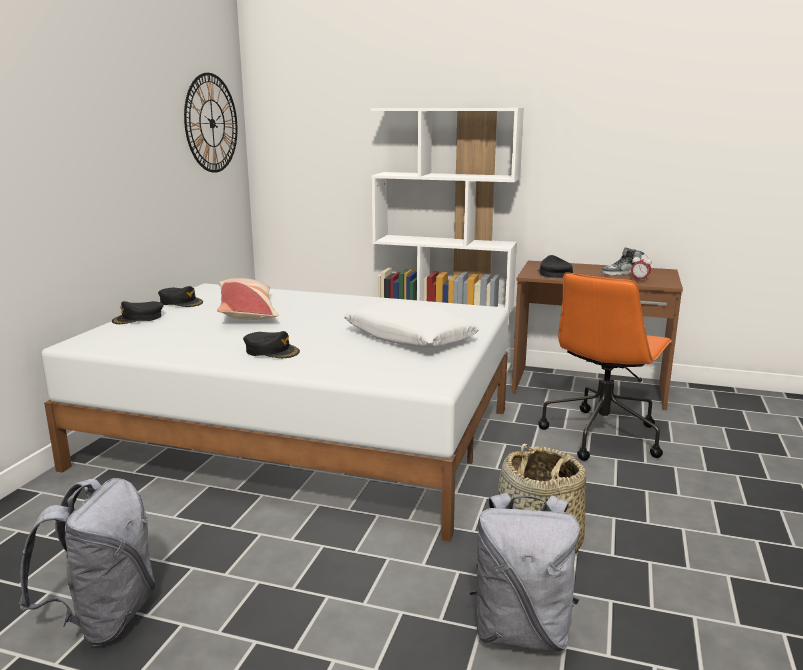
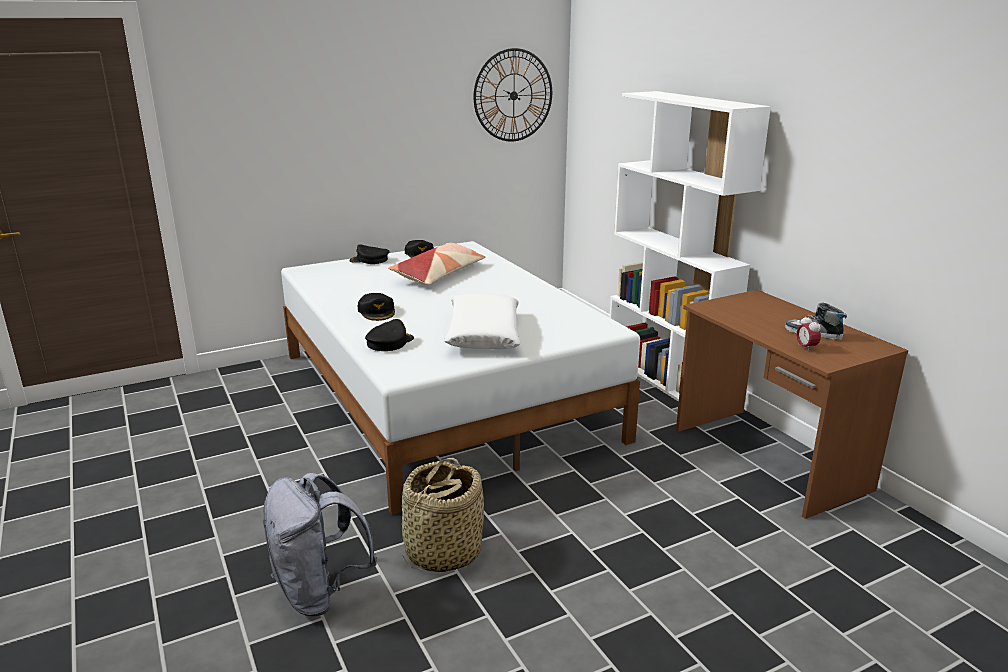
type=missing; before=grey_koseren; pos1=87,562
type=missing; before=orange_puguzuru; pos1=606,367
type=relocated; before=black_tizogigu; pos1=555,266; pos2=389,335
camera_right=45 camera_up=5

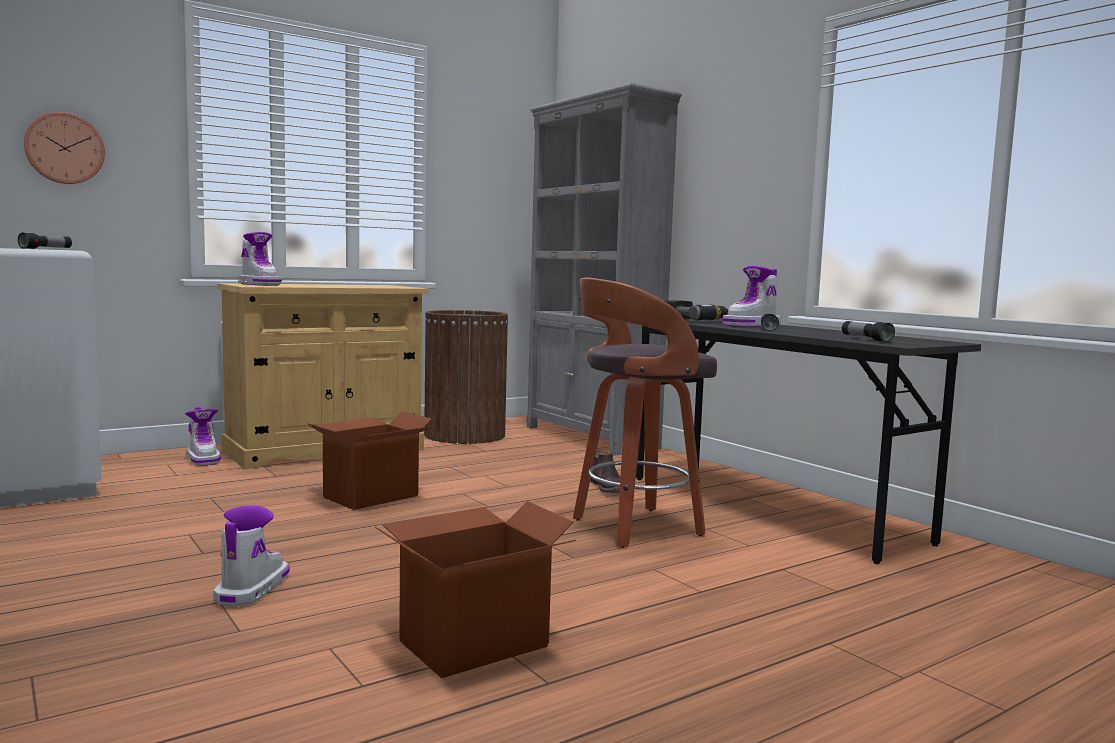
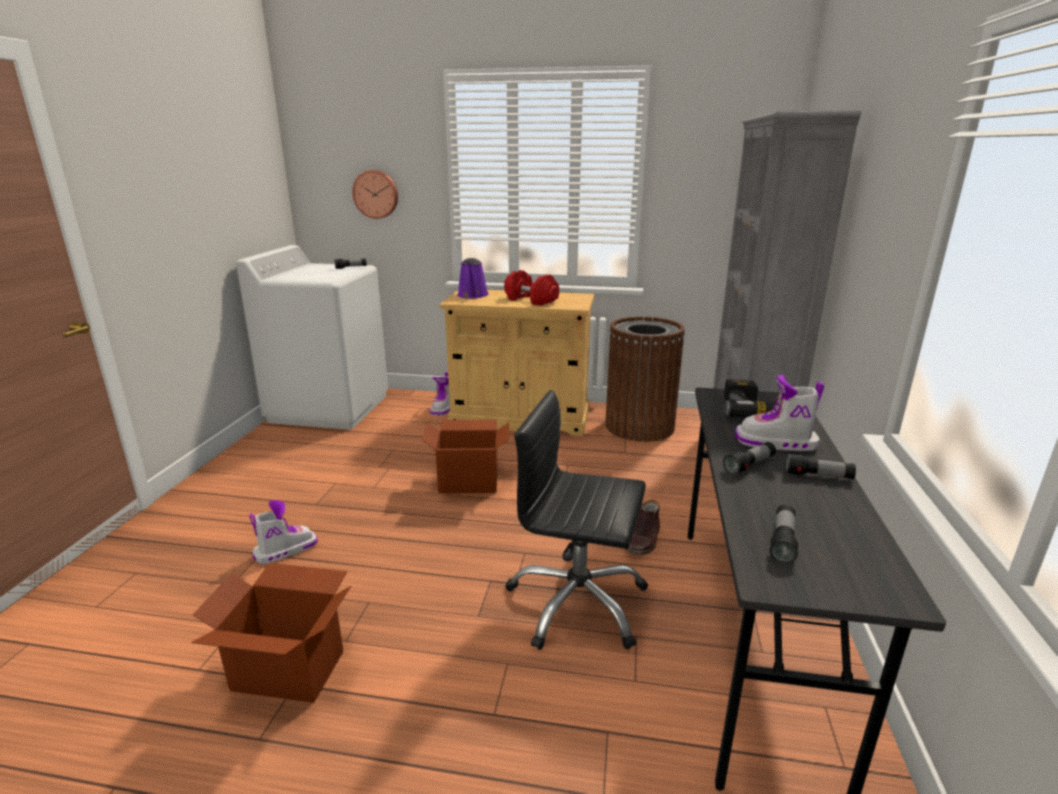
type=appeared; after=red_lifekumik; pos2=531,288
type=appeared; after=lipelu; pos2=820,466
type=exchanged; before=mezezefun; after=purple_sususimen; pos1=260,259; pos2=473,278
type=exchanged; before=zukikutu; after=black_puguzuru; pos1=645,413; pos2=576,520
camera_right=45 camera_up=15

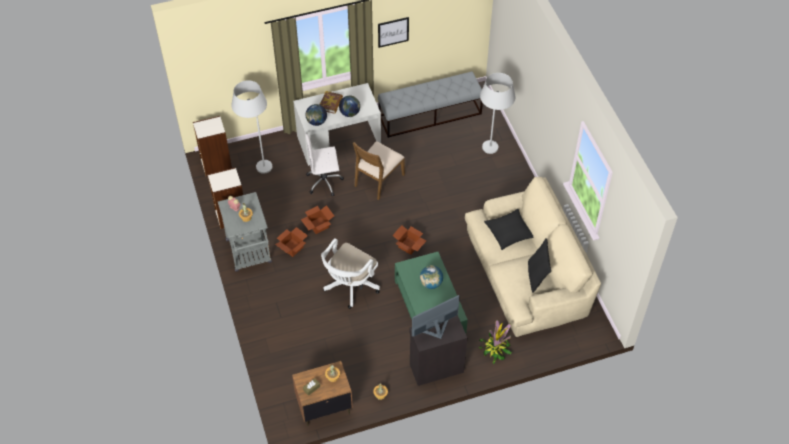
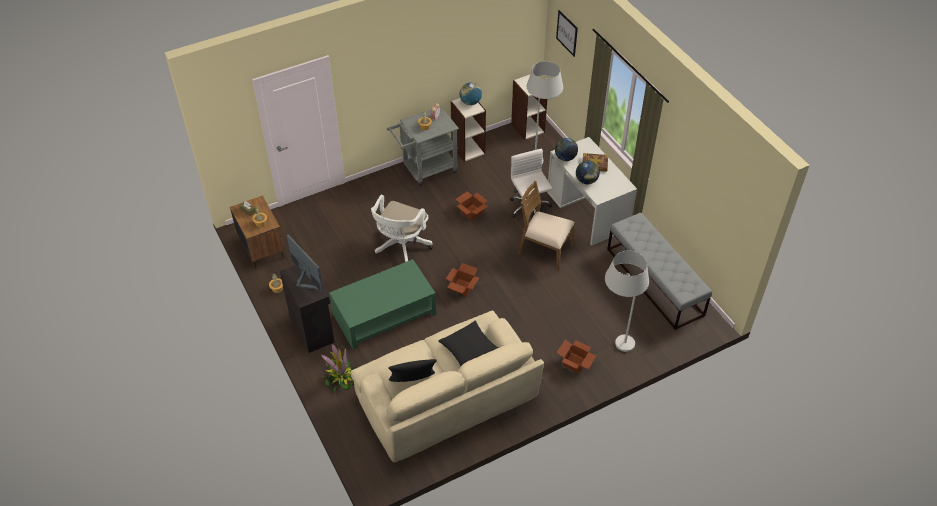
type=relocated; before=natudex; pos1=291,242; pos2=576,356
type=relocated; before=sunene; pos1=393,32; pos2=567,33
type=relocated; before=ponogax; pos1=431,277; pos2=471,94
type=spun; before=white_puguzuru; pos1=350,273; pos2=401,228; turn=-90
camera_right=80 camera_up=-5

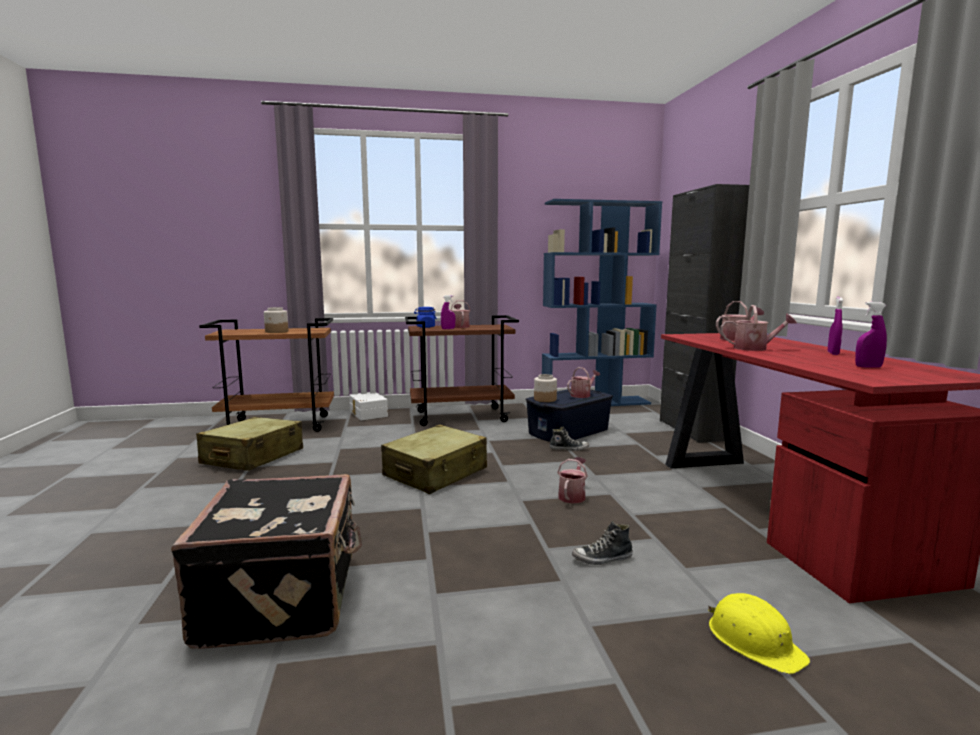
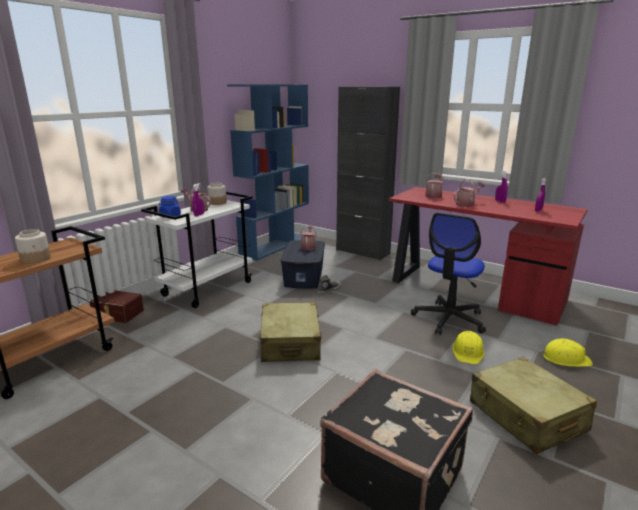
type=missing; before=sususimen; pos1=572,480
type=appeared; after=puguzuru; pos2=448,274
type=relocated; before=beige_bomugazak; pos1=249,444; pos2=533,405
type=relocated; before=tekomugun; pos1=545,388; pos2=217,194
type=exchanged; before=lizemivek; after=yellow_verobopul; pos1=602,543; pos2=468,347
type=colour; before=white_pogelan; after=brown_pogelan; pos1=368,406; pos2=116,306
type=colour; before=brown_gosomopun; after=white_gosomopun; pos1=462,370; pos2=197,250
camera_right=-45 camera_up=10

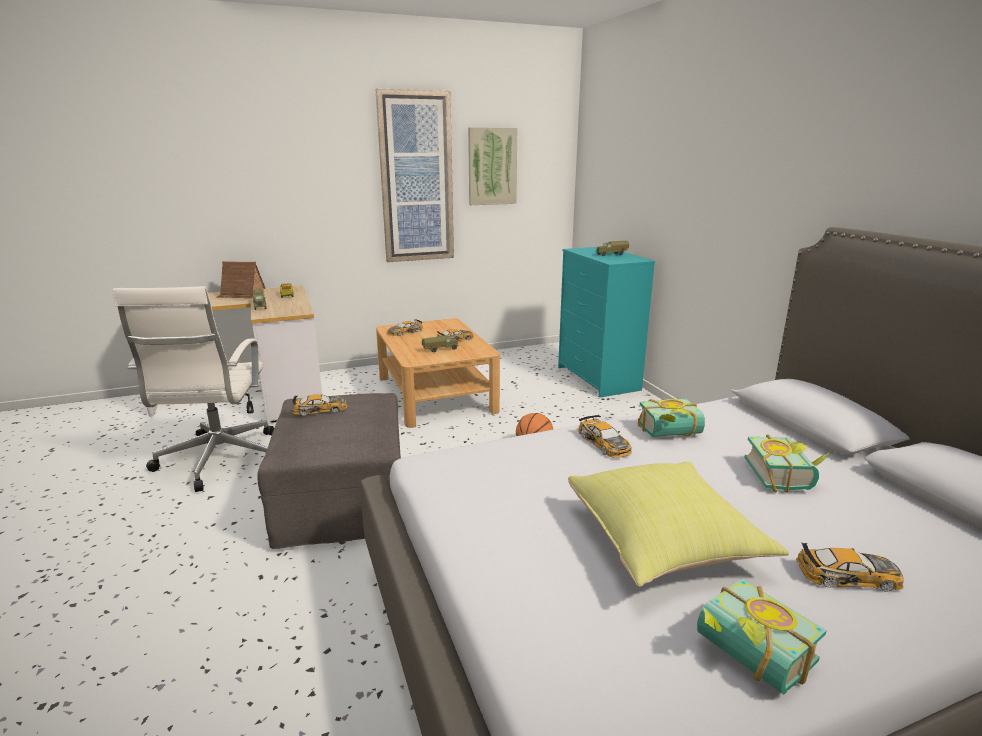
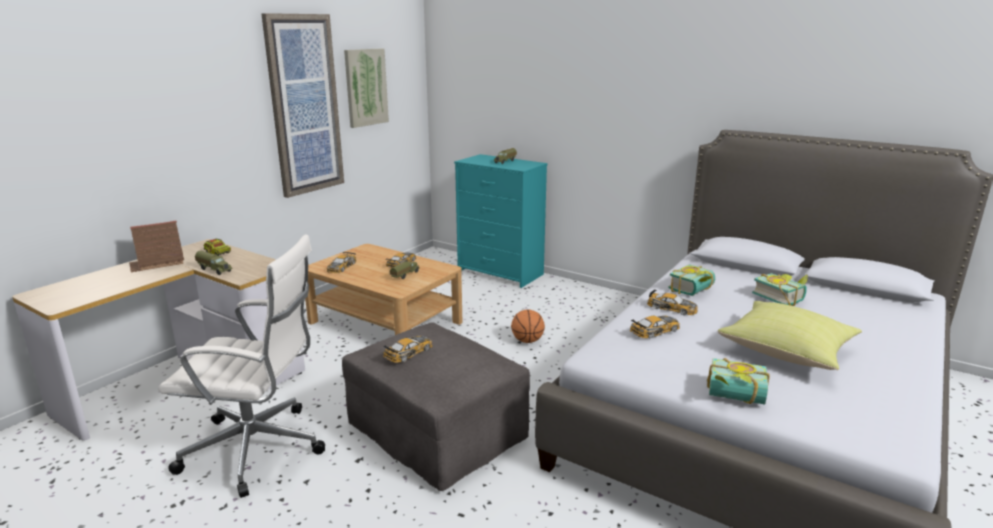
type=relocated; before=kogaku; pos1=761,636; pos2=738,381
type=relocated; before=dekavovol; pos1=850,567; pos2=655,327
type=spun; before=white_puguzuru; pos1=193,389; pos2=241,366; turn=-45
camera_right=-35 camera_up=0

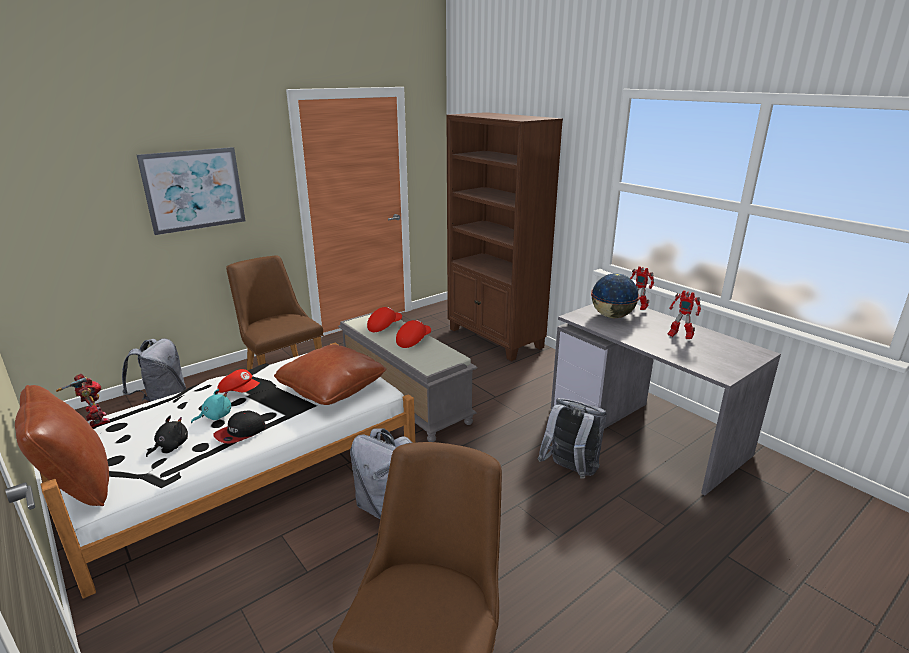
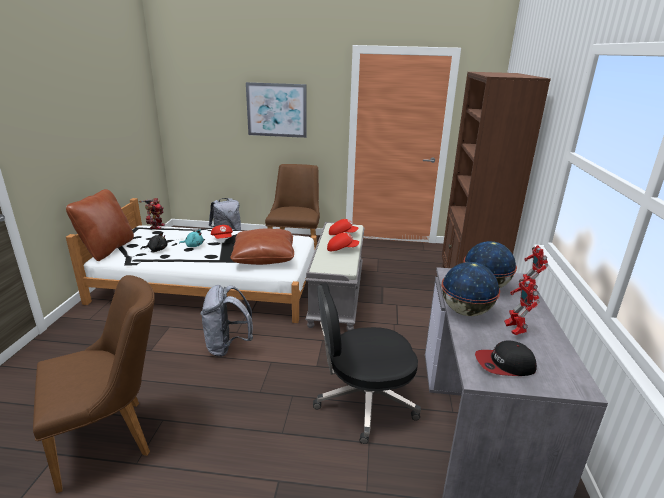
type=appeared; after=ponogax; pos2=470,289
type=relocated; before=tizogigu; pos1=239,427; pos2=506,358
type=exchanged; before=grey_koseren; after=black_puguzuru; pos1=572,438; pos2=367,363
camera_right=45 camera_up=0

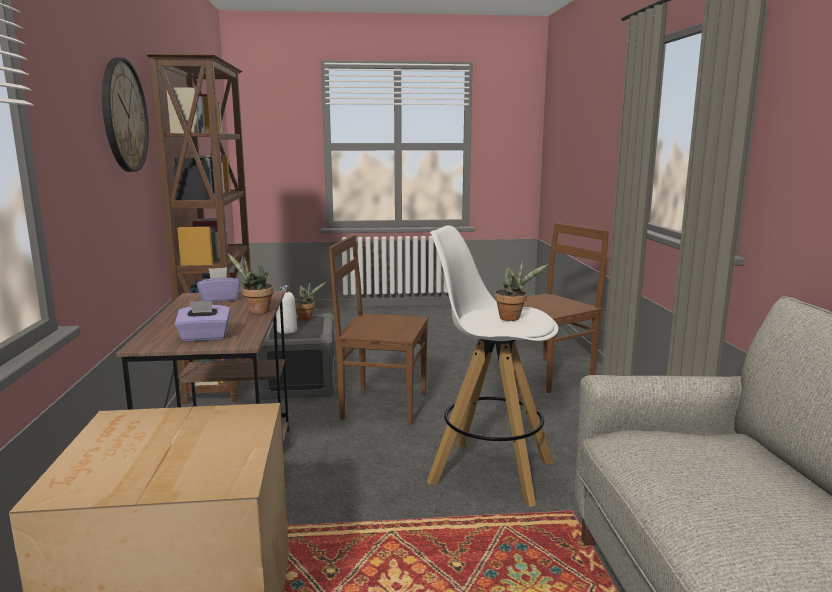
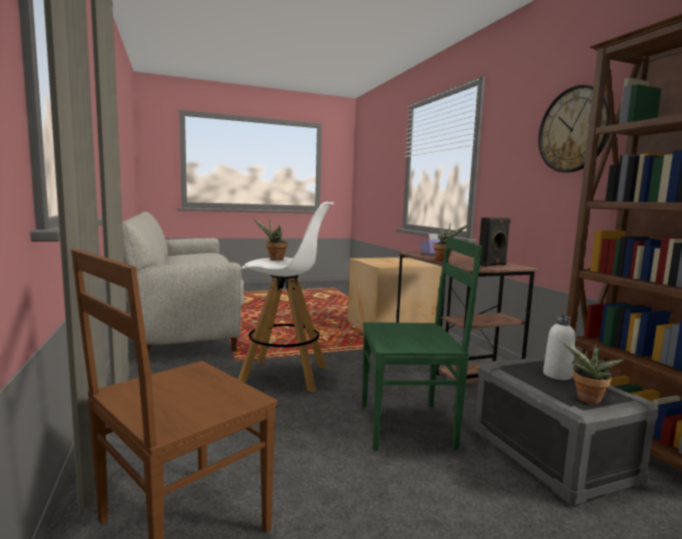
type=exchanged; before=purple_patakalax; after=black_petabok; pos1=218,284; pos2=495,242
type=colour; before=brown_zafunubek; after=green_zafunubek; pos1=378,330; pos2=422,344
camera_right=165 camera_up=-5

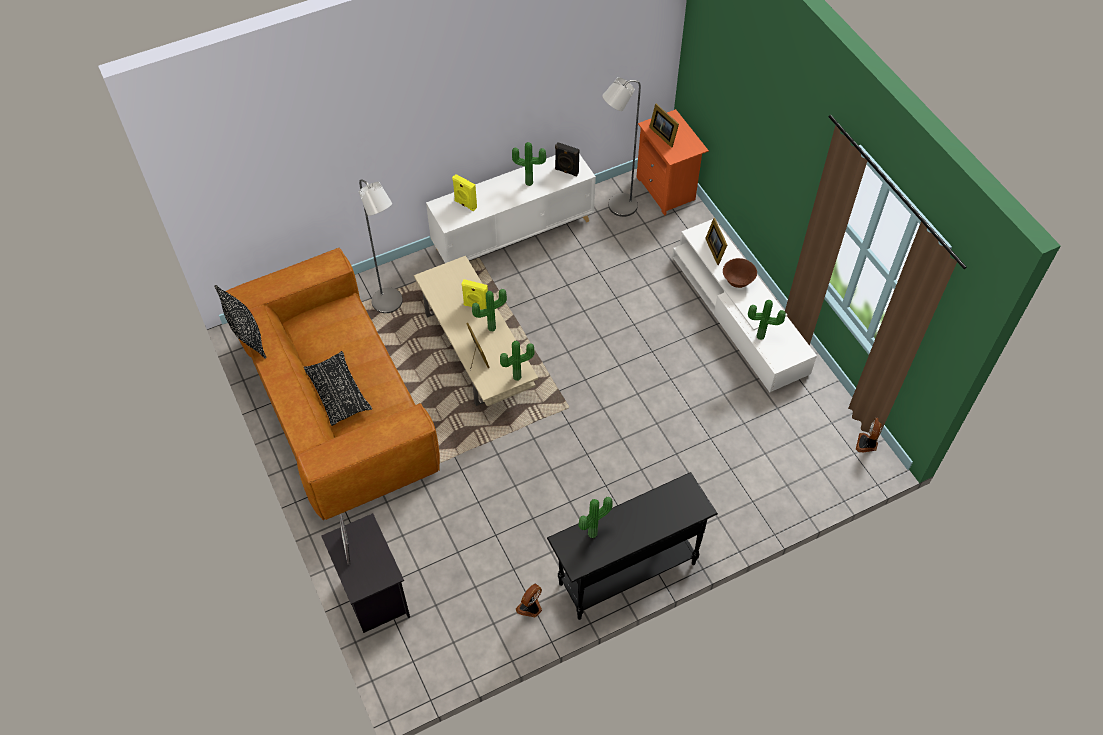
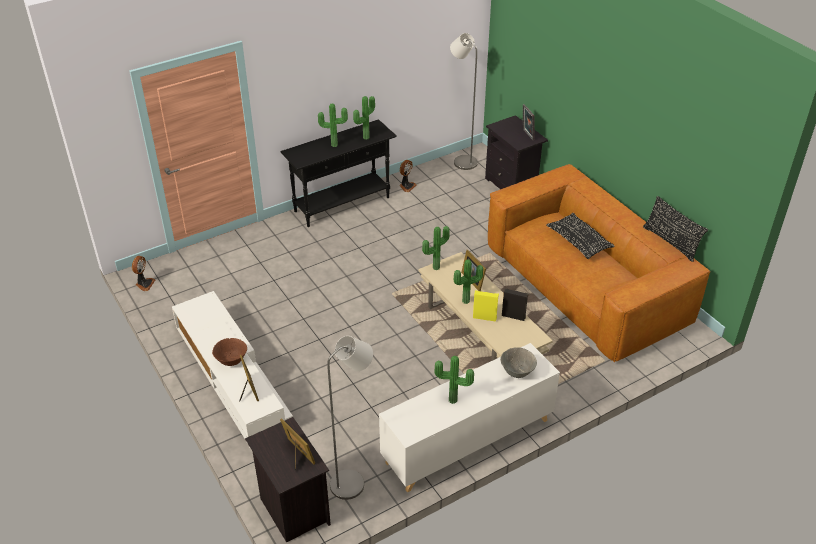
type=relocated; before=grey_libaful; pos1=381,246; pos2=464,101
type=relocated; before=black_petabok; pos1=567,159; pos2=515,304
type=relocated; before=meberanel; pos1=767,320; pos2=333,125
type=exchanged; before=yellow_petabok; after=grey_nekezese; pos1=464,192; pos2=518,362
type=colour; before=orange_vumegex; after=black_vumegex; pos1=672,162; pos2=288,480
camera_right=175 camera_up=-15

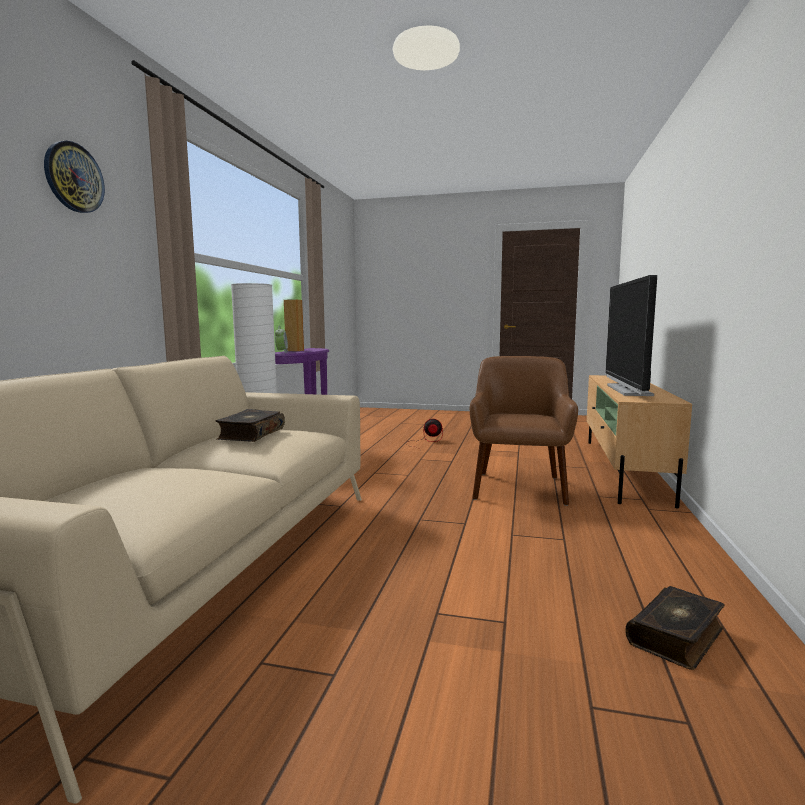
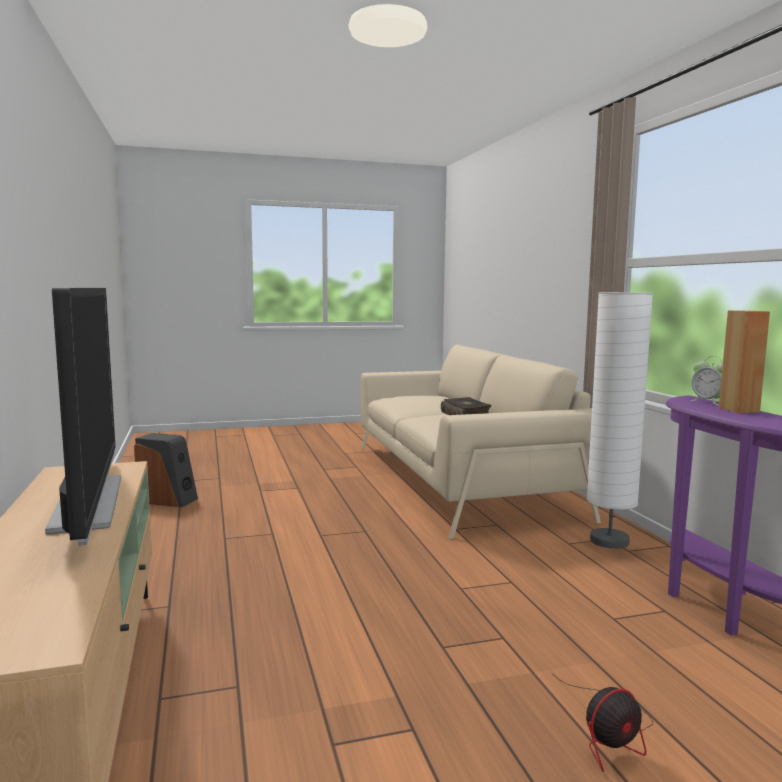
type=missing; before=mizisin; pos1=74,177
type=missing; before=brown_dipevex; pos1=524,431
type=exchanged; before=kogaku; after=petabok; pos1=675,628; pos2=166,470
camera_right=150 camera_up=0

